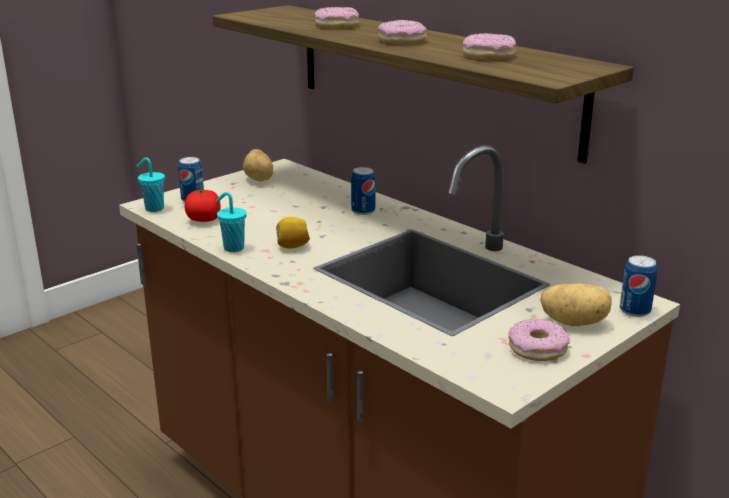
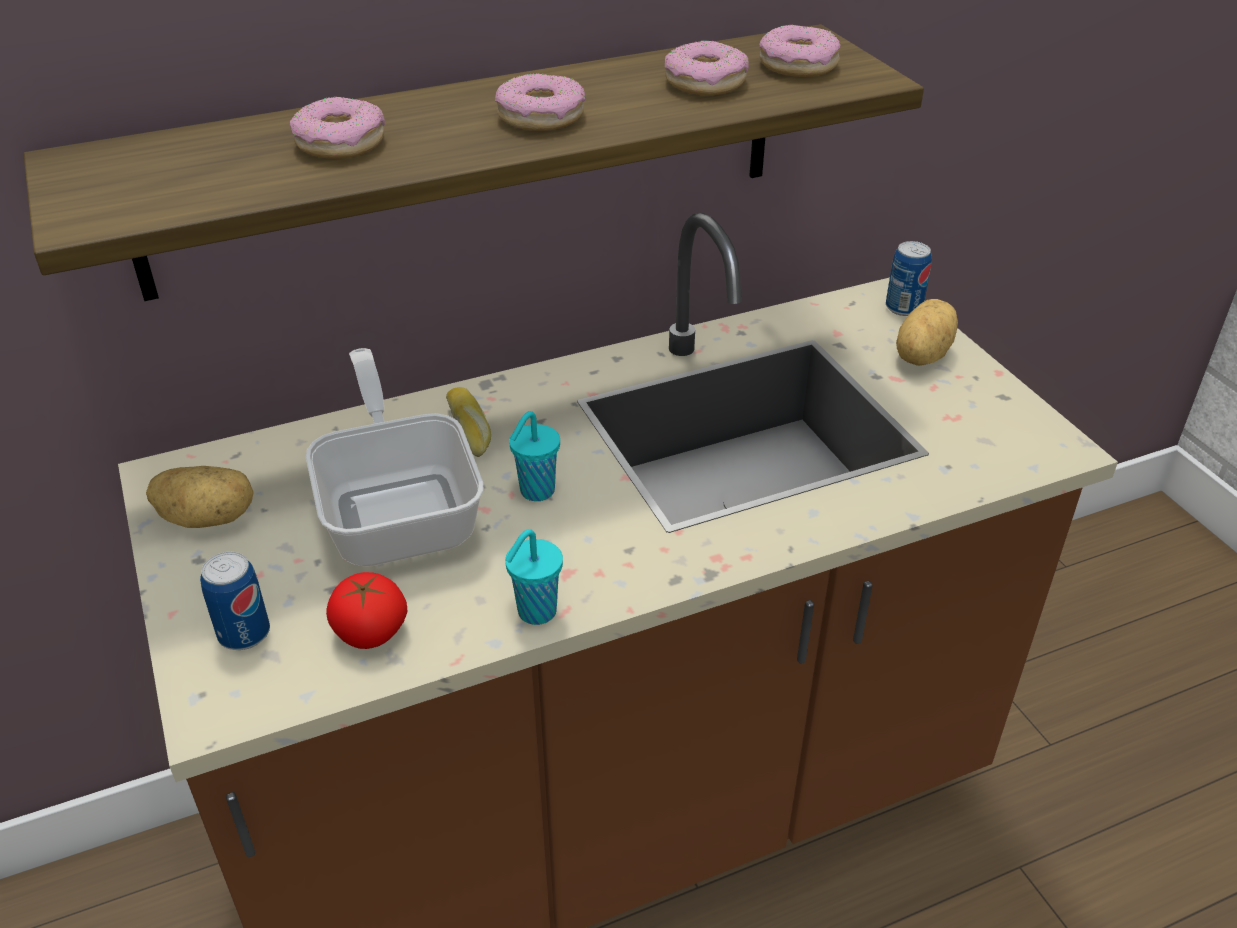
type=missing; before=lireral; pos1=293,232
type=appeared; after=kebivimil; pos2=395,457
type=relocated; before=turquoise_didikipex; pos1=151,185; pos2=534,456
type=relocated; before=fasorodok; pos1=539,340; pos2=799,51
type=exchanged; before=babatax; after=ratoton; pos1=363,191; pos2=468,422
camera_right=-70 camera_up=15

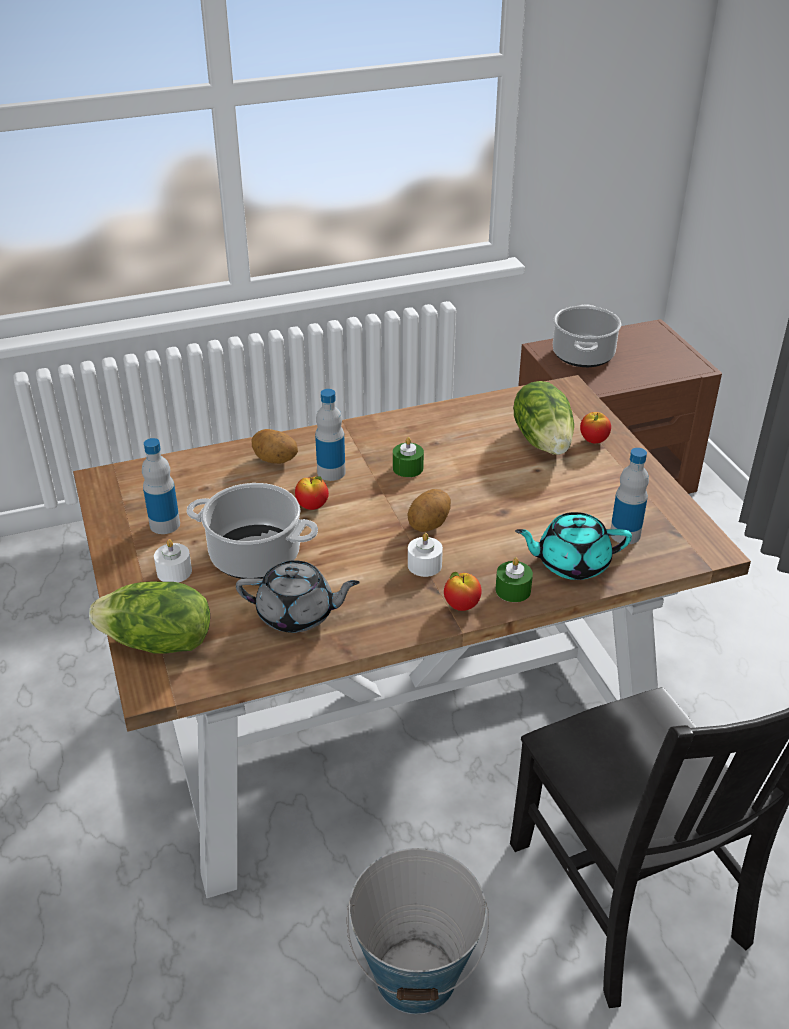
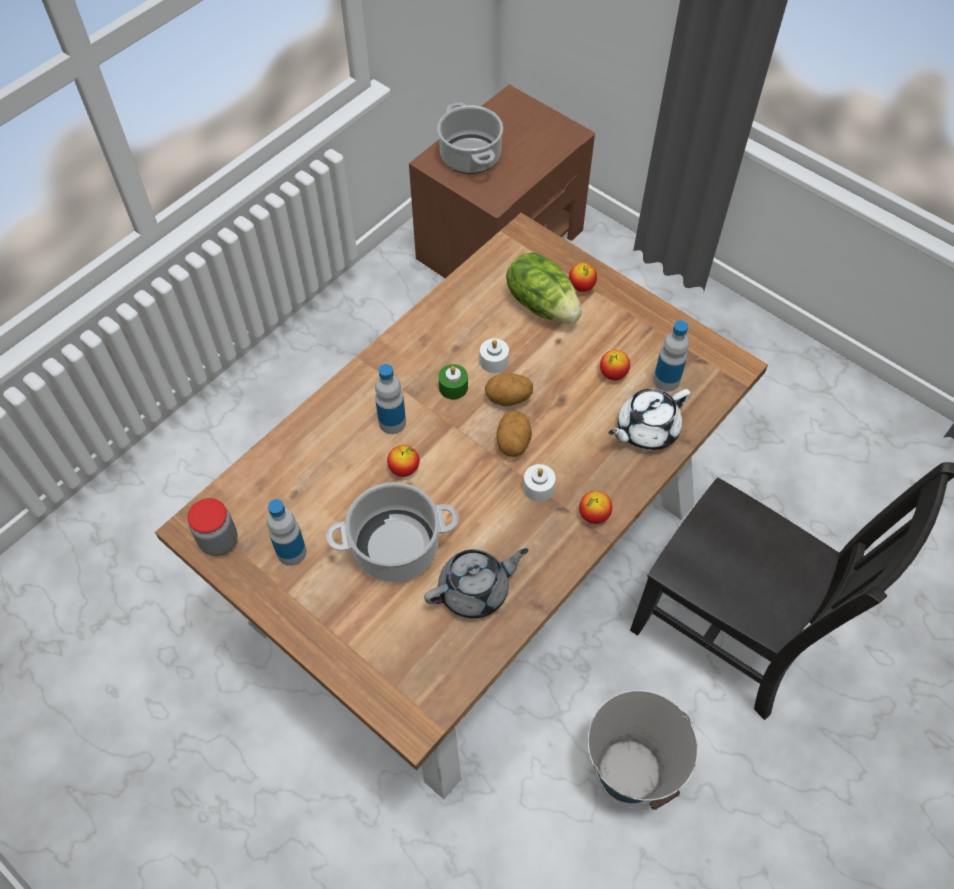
type=missing; before=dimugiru; pos1=149,618
type=missing; before=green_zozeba; pos1=514,579
type=appeared; after=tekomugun; pos2=212,527
type=appeared; after=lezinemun; pos2=615,365
type=relocated; before=white_zozeba; pos1=173,561; pos2=494,355
type=relocated; before=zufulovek; pos1=275,446; pos2=509,389
type=colour; before=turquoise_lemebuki; after=white_lemebuki; pos1=573,546; pos2=650,419
camera_right=-30 camera_up=20

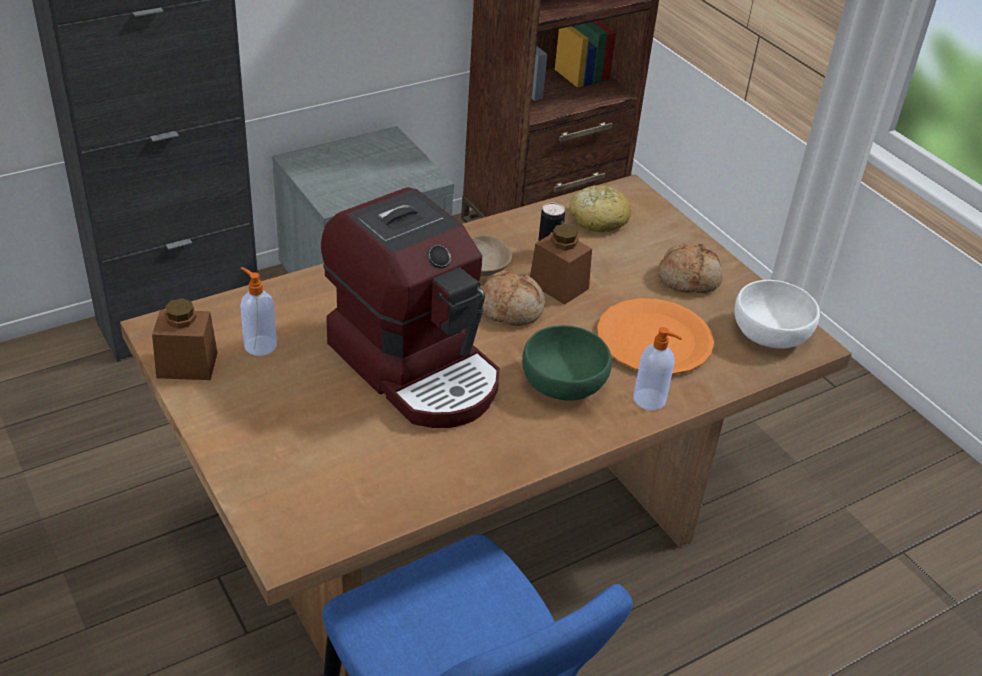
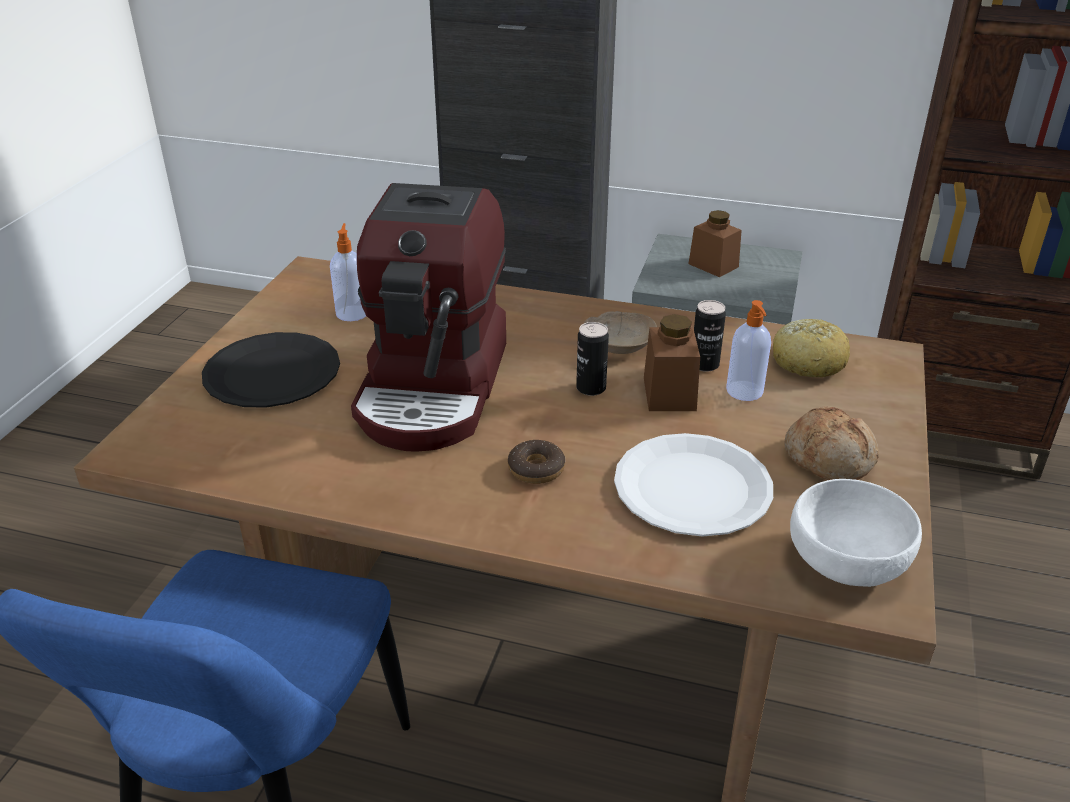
type=appeared; after=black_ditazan; pos2=271,369
type=relocated; before=brown_tekomugun; pos1=185,339; pos2=715,243
type=relocated; before=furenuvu; pos1=657,368; pos2=748,350
type=exchanged; before=ratoton; after=babatax; pos1=513,298; pos2=592,359
type=exchanged; before=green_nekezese; after=fasorodok; pos1=567,363; pos2=536,462
type=colour; before=orange_ditazan; after=white_ditazan; pos1=655,336; pos2=693,485
camera_right=50 camera_up=-5

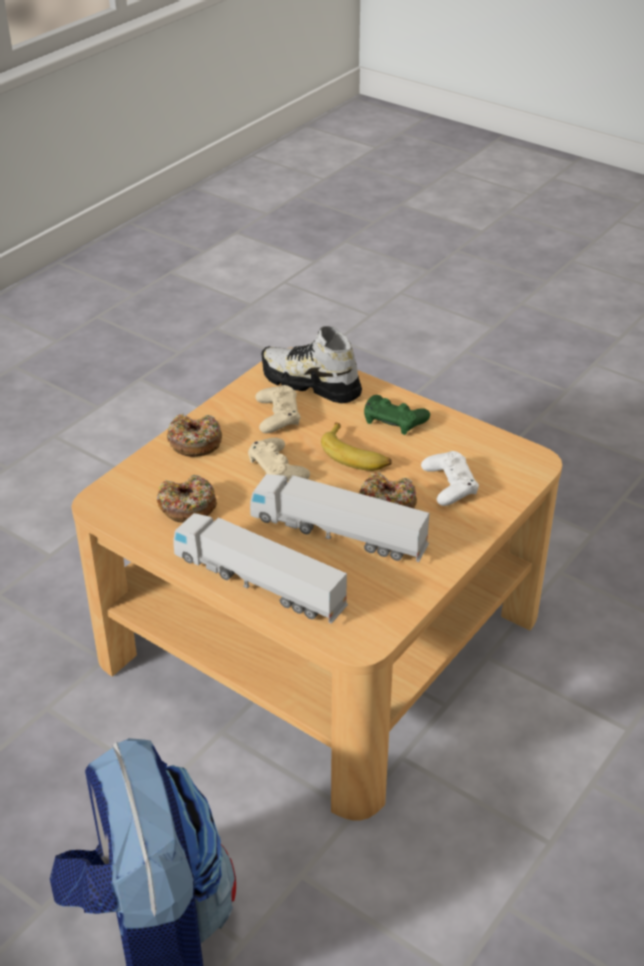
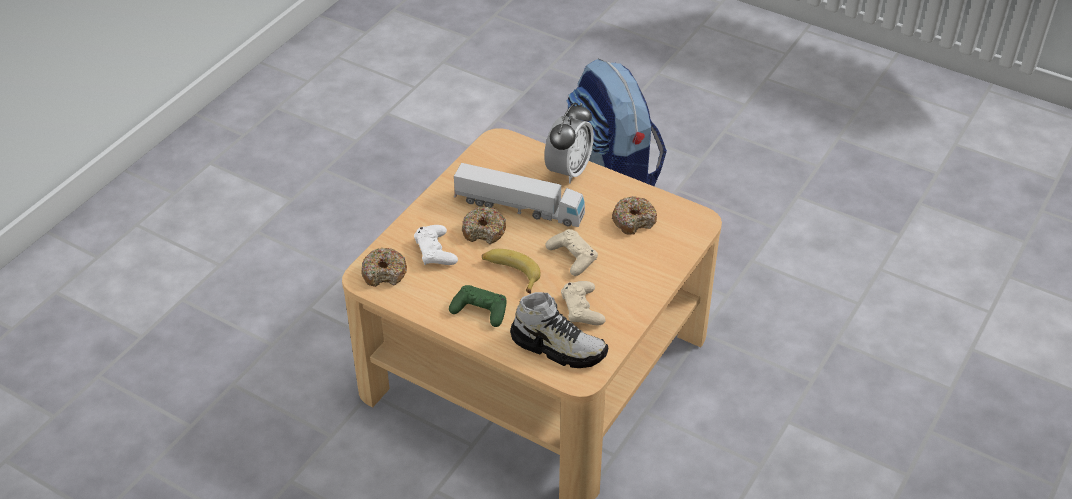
type=relocated; before=fasorodok; pos1=194,435; pos2=384,267
type=exchanged; before=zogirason; after=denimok; pos1=260,568; pos2=569,143
camera_right=175 camera_up=5

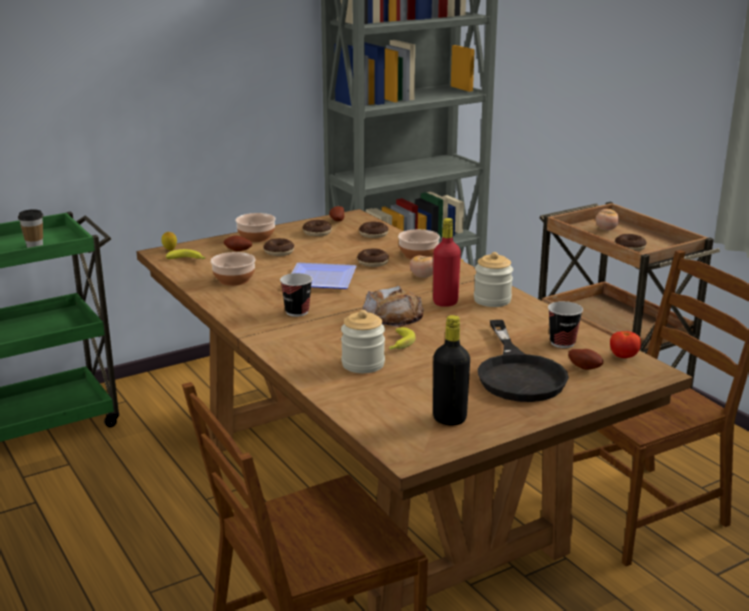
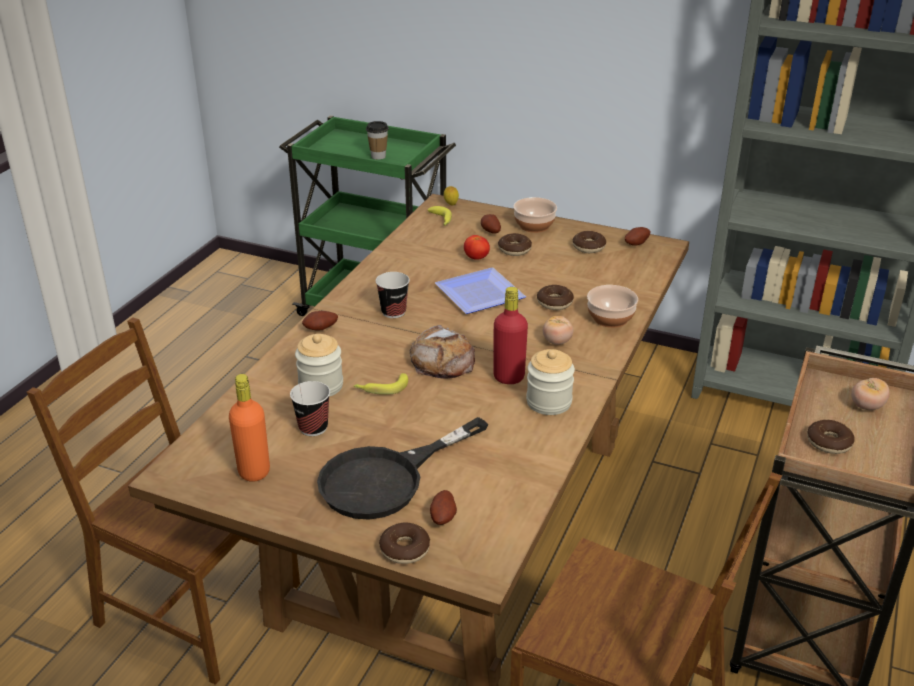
type=missing; before=nekezese; pos1=233,269
type=appeared; after=zufulovek; pos2=320,321
type=relocated; before=fasorodok; pos1=373,229; pos2=404,543
type=relocated; before=didikipex; pos1=565,324; pos2=310,408
type=relocated; before=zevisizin; pos1=625,344; pos2=477,247
type=colour; before=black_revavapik; after=orange_revavapik; pos1=451,370; pos2=249,428
camera_right=55 camera_up=10

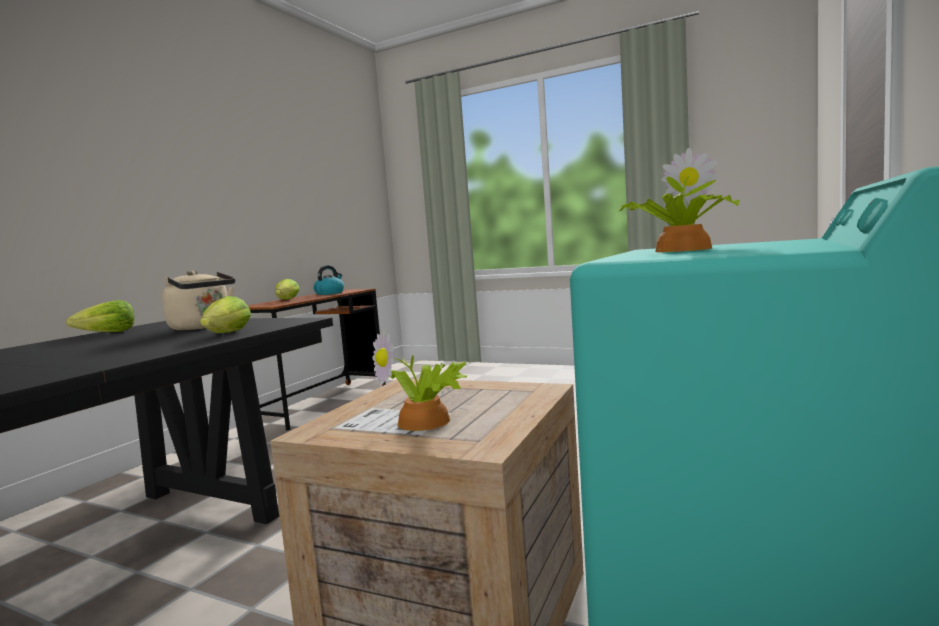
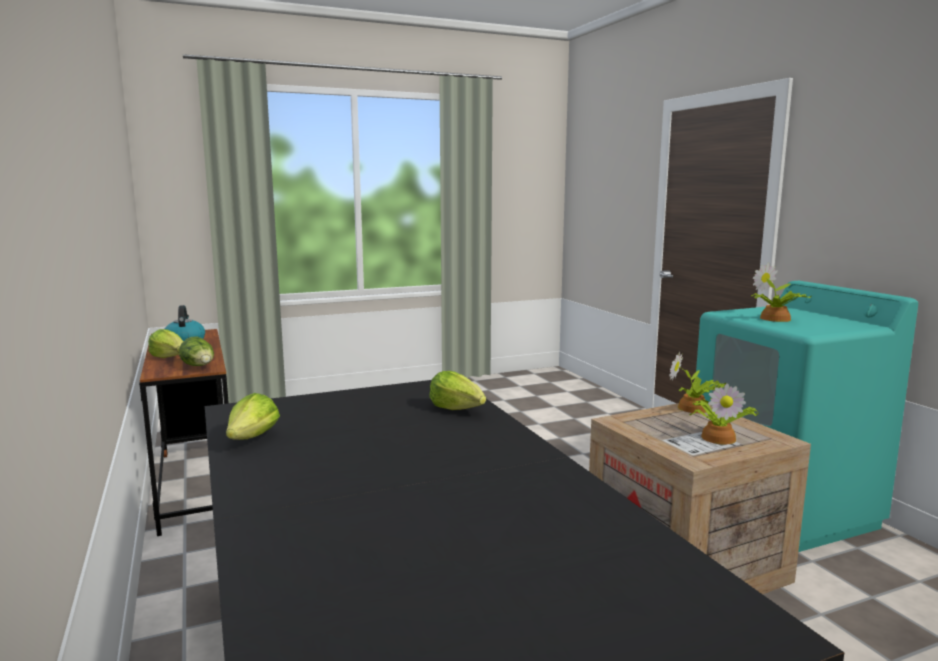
type=missing; before=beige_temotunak; pos1=198,300
type=appeared; after=dimugiru; pos2=196,351
type=appeared; after=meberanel; pos2=697,382
camera_right=-50 camera_up=5

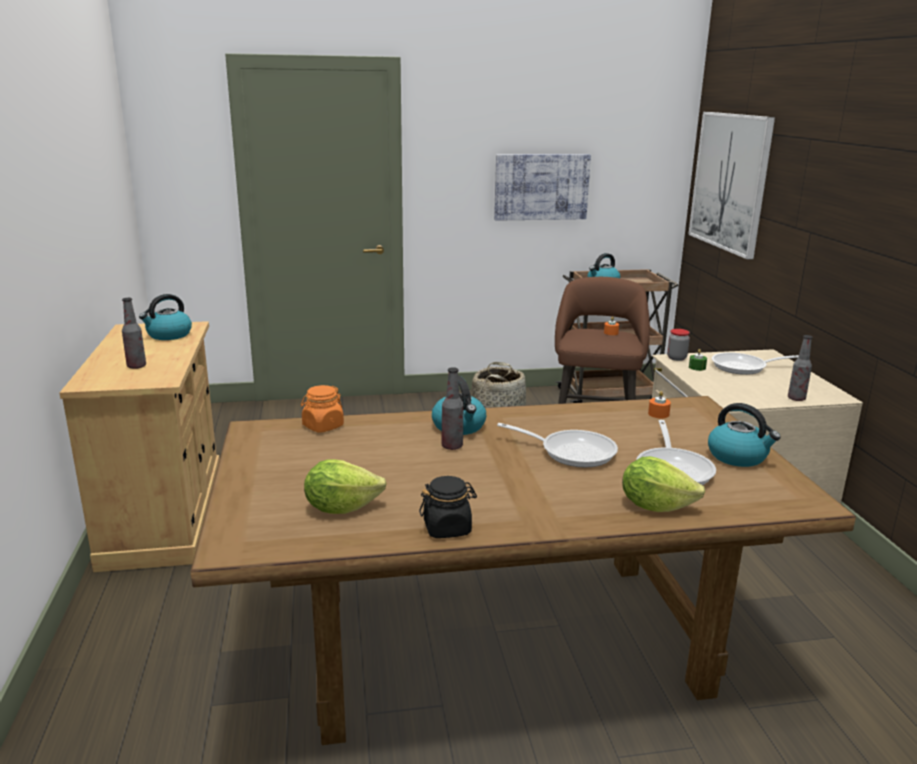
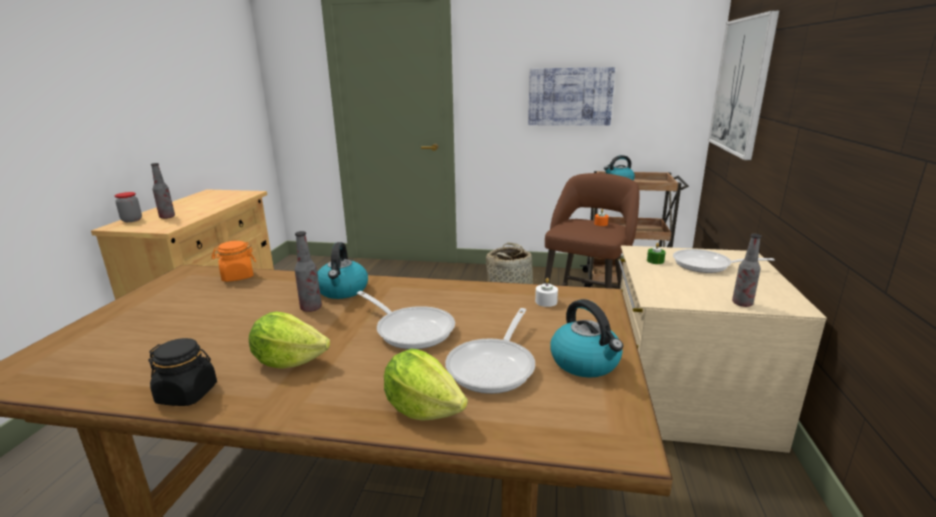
type=missing; before=temotunak; pos1=165,317
type=relocated; before=dimugiru; pos1=345,486; pos2=289,340
type=relocated; before=tekomugun; pos1=678,345; pos2=128,207
type=colour; before=orange_zozeba; after=white_zozeba; pos1=659,404; pos2=546,292
camera_right=20 camera_up=0

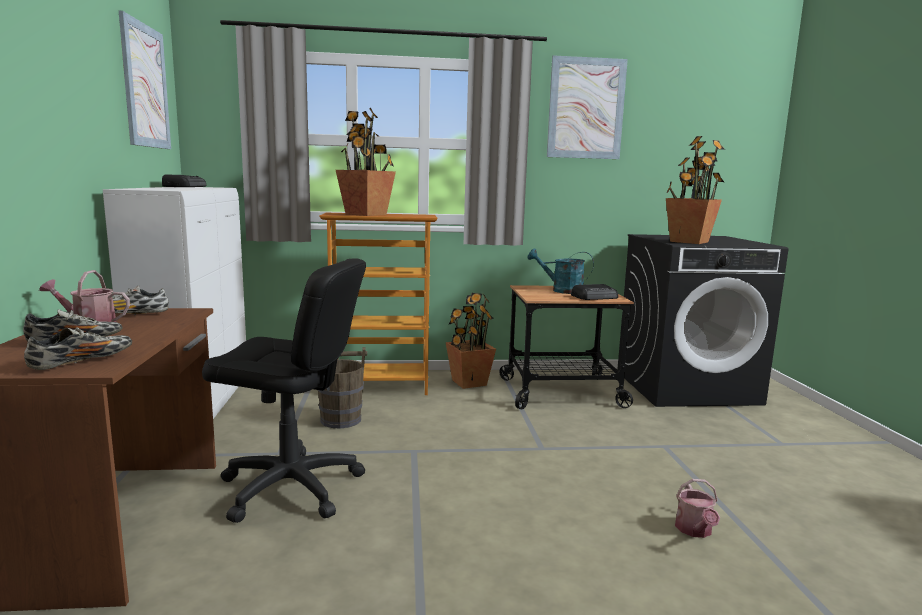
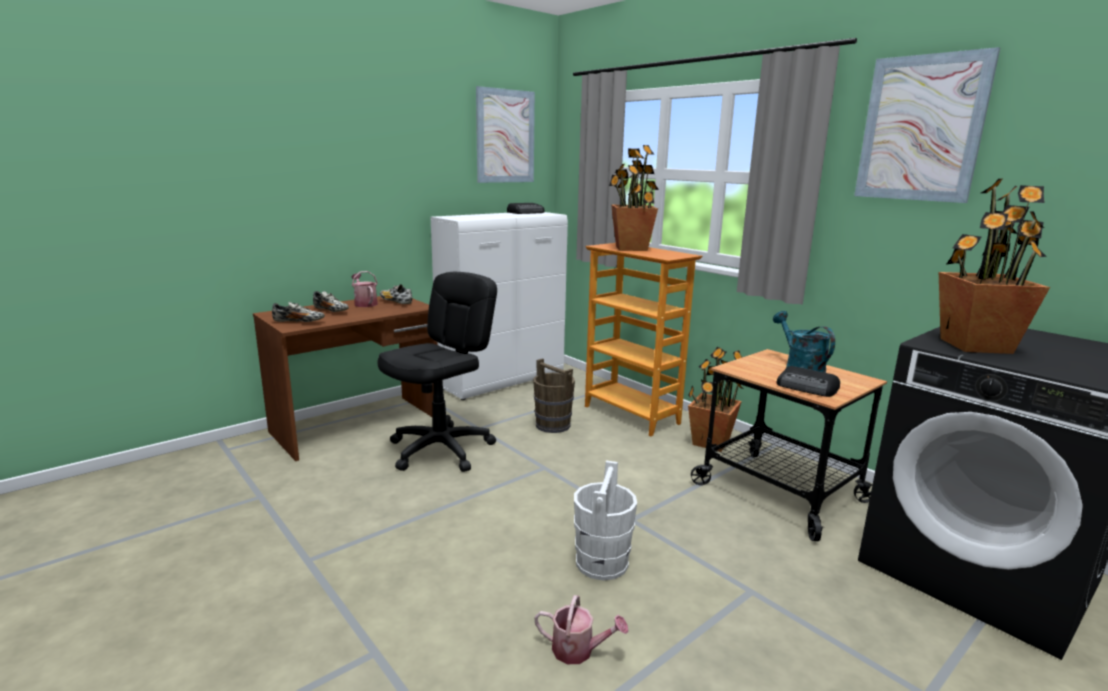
type=appeared; after=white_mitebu; pos2=605,520
type=spun; before=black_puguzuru; pos1=284,390; pos2=437,372; turn=-120
type=spun; before=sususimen; pos1=697,508; pos2=582,629; turn=-135
camera_right=55 camera_up=5

